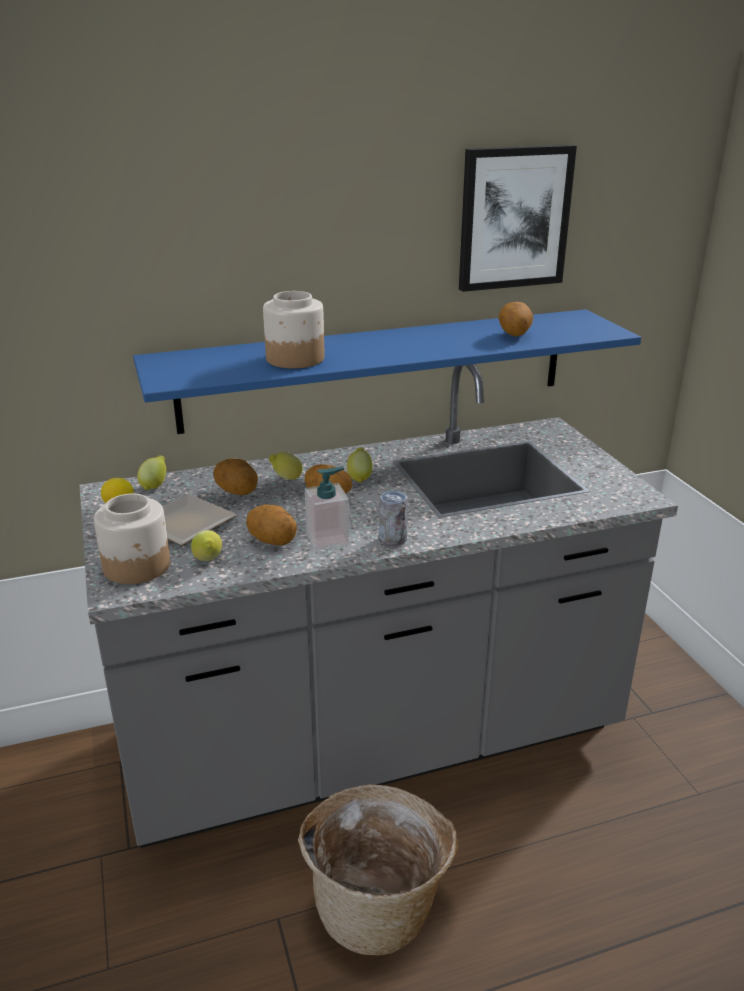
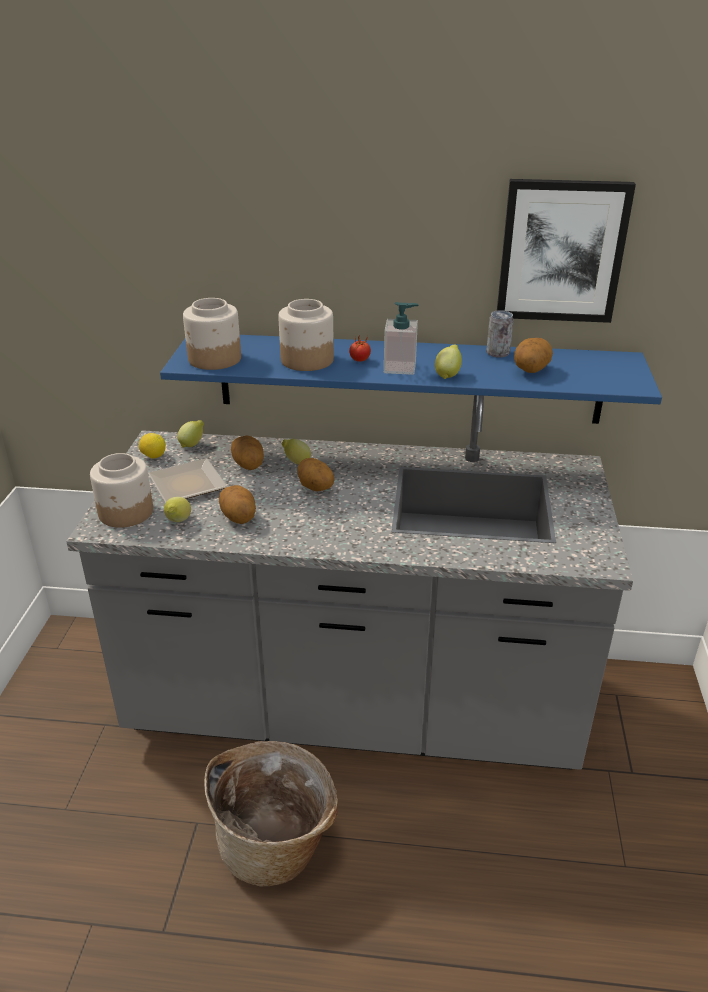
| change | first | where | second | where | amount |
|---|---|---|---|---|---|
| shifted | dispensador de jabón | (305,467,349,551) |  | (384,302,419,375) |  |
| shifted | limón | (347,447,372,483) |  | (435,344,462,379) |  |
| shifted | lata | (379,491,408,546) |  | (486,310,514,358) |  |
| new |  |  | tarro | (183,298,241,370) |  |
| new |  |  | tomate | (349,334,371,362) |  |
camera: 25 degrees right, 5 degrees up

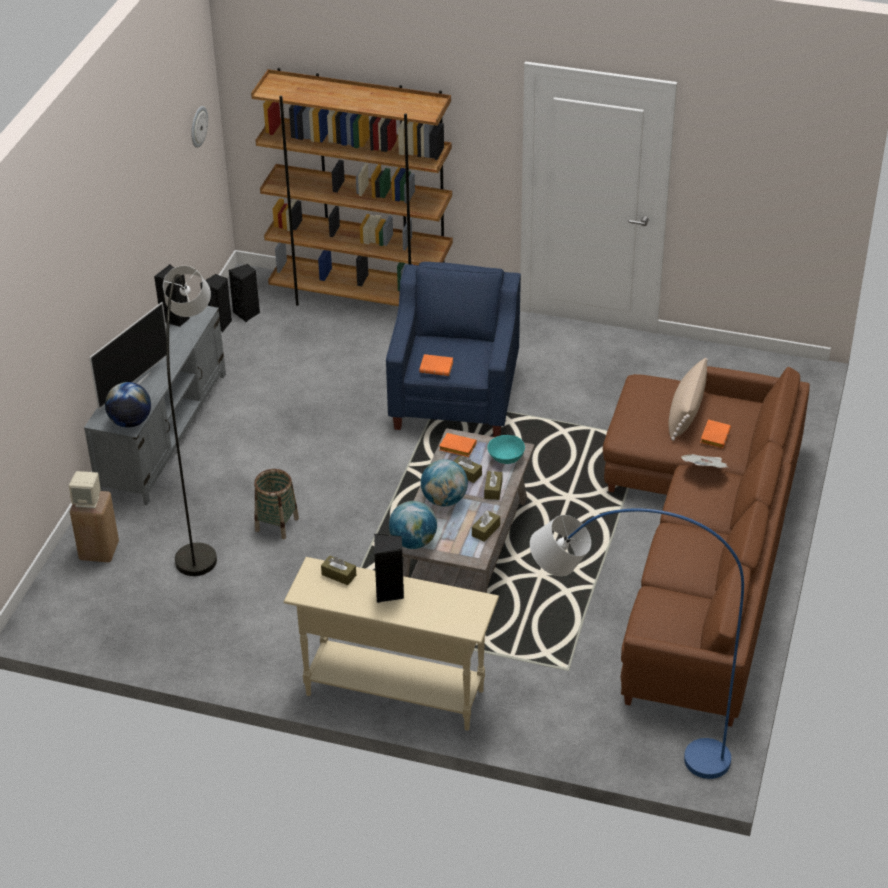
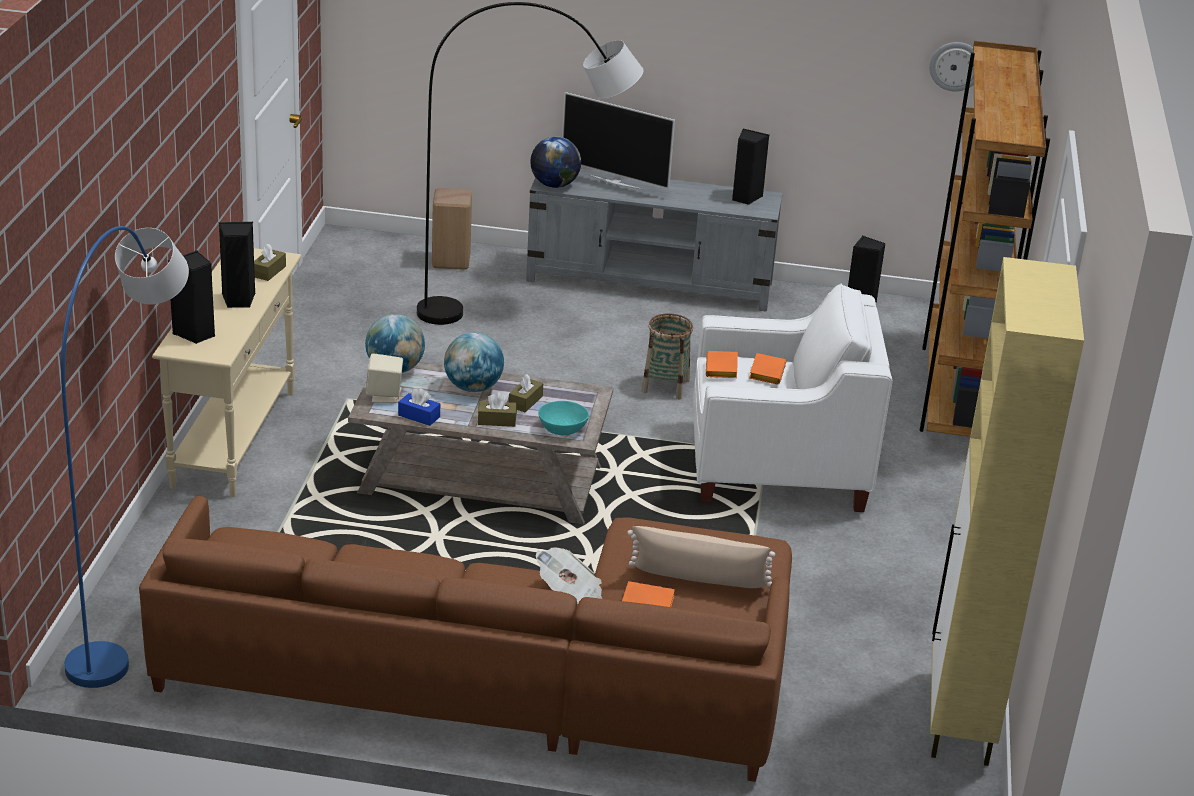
| change | first | where | second | where | amount |
|---|---|---|---|---|---|
| shifted | altavoz [beis] | (69,471,101,508) |  | (366,353,403,403) |  |
| shifted | altavoz [negro] | (229,264,260,322) |  | (168,250,215,344) |  |
| shifted | cesta | (254,469,299,539) |  | (642,313,693,399) |  |
| repainted | sillón [azul] | (386,262,521,437) | sillón [blanco] | (693,283,893,512) |  |
| shifted | libro [naranja] | (439,433,477,457) |  | (749,353,786,385) |  |
| repainted | caja de pañuelos [marrón] | (472,511,500,542) | caja de pañuelos [azul] | (398,388,440,426) |  |
| new |  |  | armario [beis] | (930,257,1084,766) |  |
camera: 80 degrees right, 10 degrees down

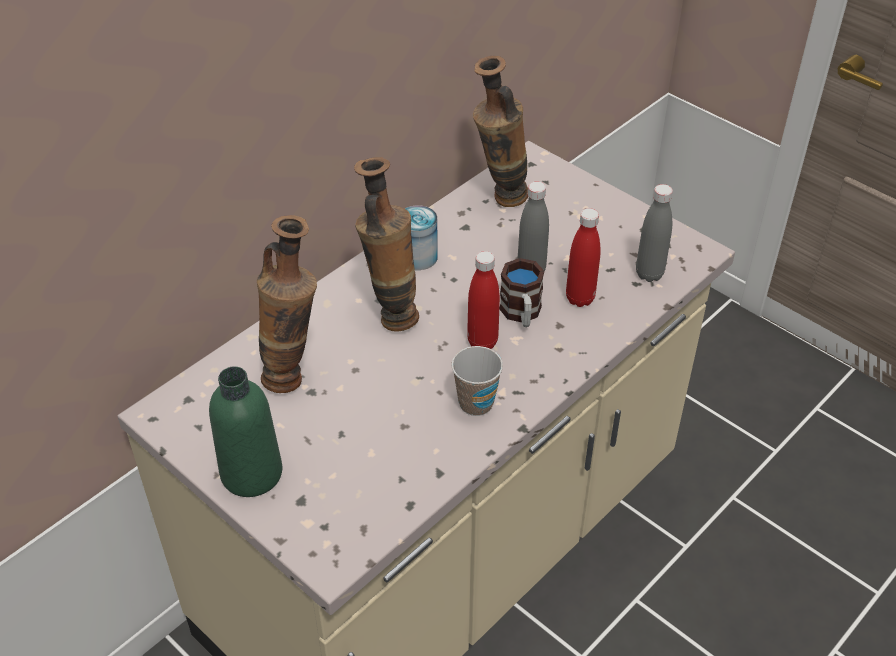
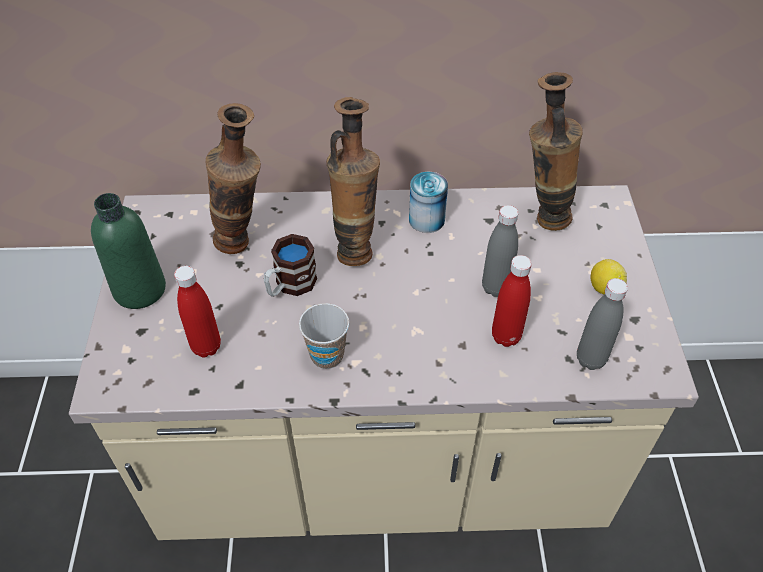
| change | first | where | second | where | amount |
|---|---|---|---|---|---|
| shifted | botella [rojo] | (467,251,500,349) |  | (174,266,221,357) |  |
| shifted | taza grande | (499,258,544,327) |  | (264,234,317,297) |  |
| new |  |  | limón | (590,259,627,295) |  |
camera: 45 degrees right, 5 degrees up

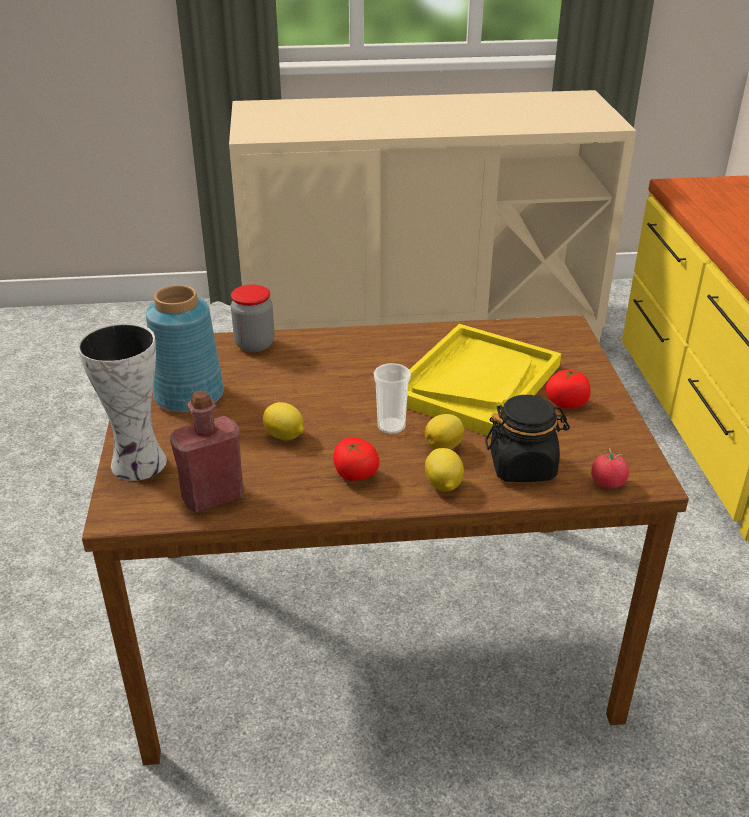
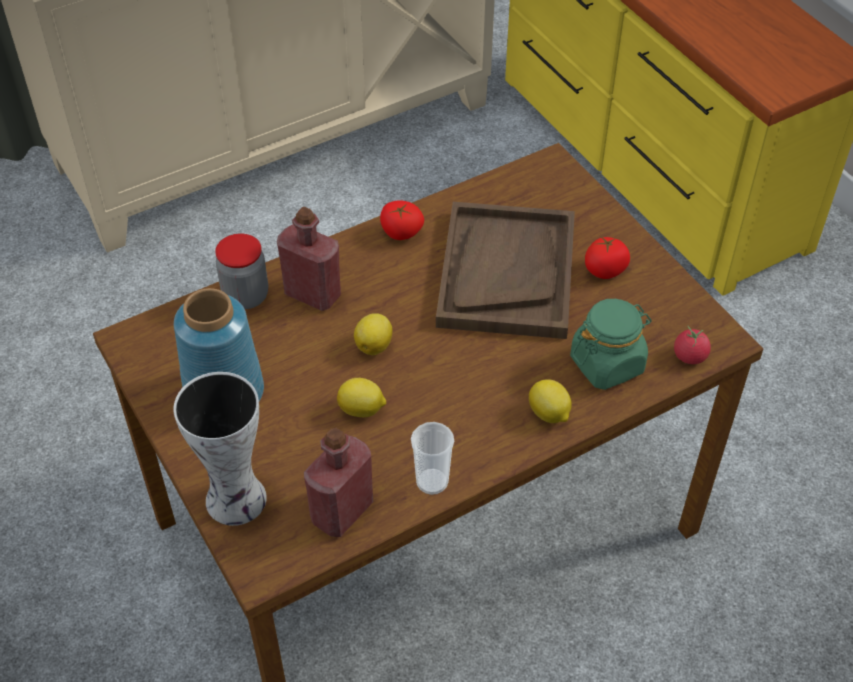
| change | first | where | second | where | amount |
|---|---|---|---|---|---|
| shifted | tomate | (333,437,379,481) |  | (380,200,424,240) |  |
| shifted | taza | (374,363,411,434) |  | (411,422,454,495) |  |
| repainted | bandeja [amarillo] | (407,324,561,437) | bandeja [marrón] | (436,202,575,339) |  |
| shifted | limón | (425,414,464,450) |  | (354,313,393,355) |  |
| repainted | tarro [negro] | (485,395,570,482) | tarro [verde] | (570,299,652,390) |  |
| new |  |  | botella [rojo] | (277,207,341,311) |  |
camera: 25 degrees left, 15 degrees up

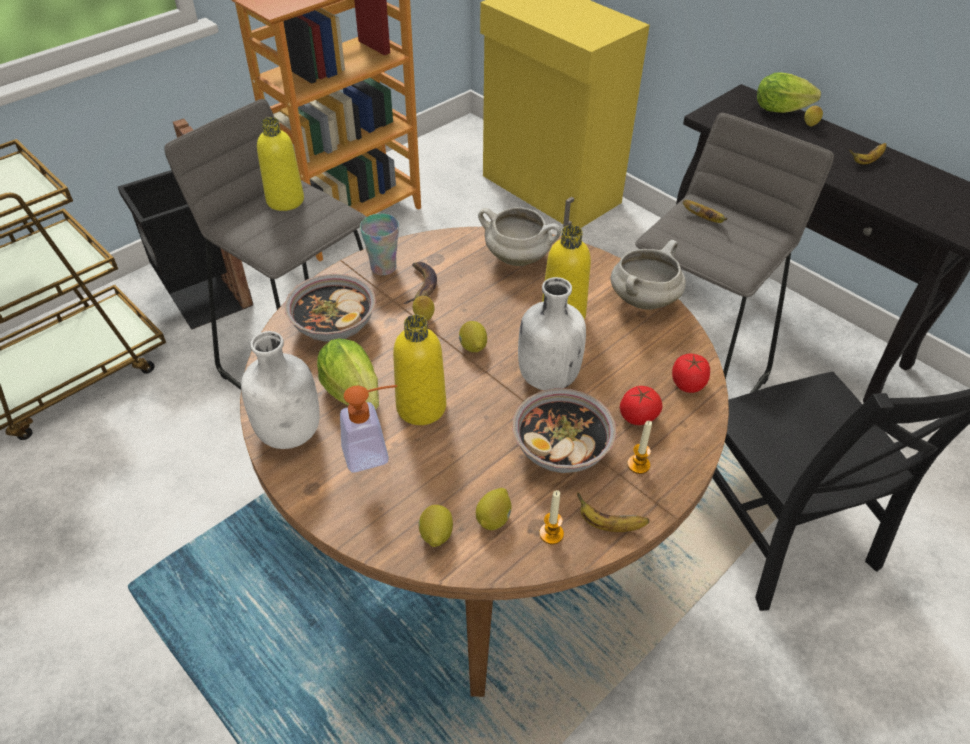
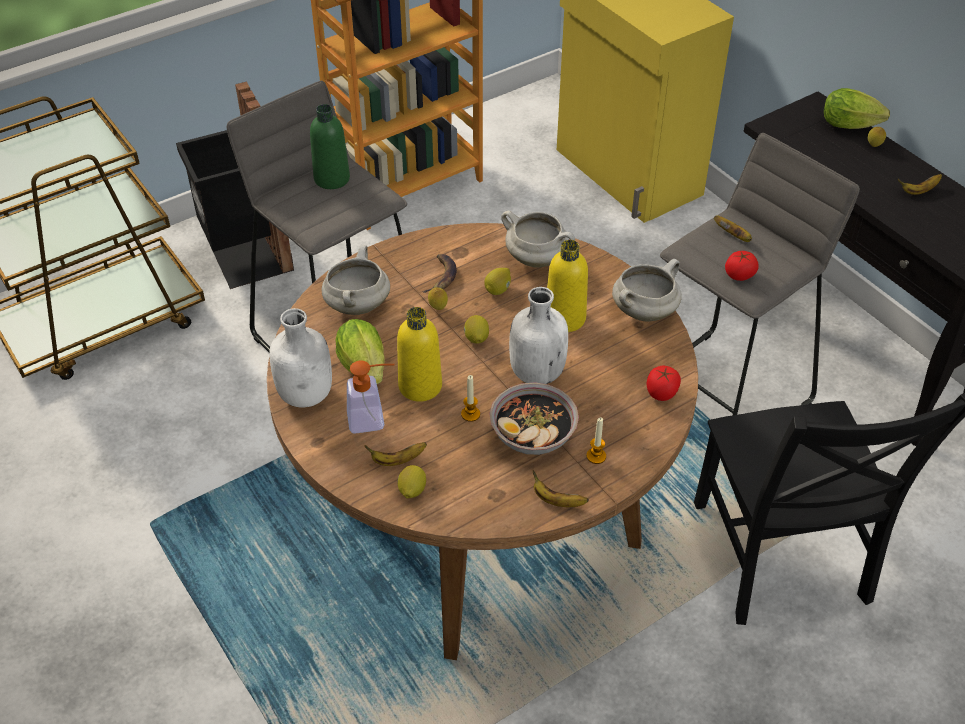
| change | first | where | second | where | amount |
|---|---|---|---|---|---|
| repainted | botella [amarillo] | (257,117,304,211) | botella [verde] | (310,104,350,189) |  |
| swapped | cuenco | (285,274,376,341) | olla [blanco] | (322,245,390,315) |  |
| gone | taza | (360,214,399,275) |  |  |  |
| shifted | limón | (476,488,512,530) |  | (484,268,511,295) |  |
| shifted | vela | (539,490,564,544) |  | (461,375,480,422) |  |
| shifted | tomate | (620,386,662,425) |  | (725,250,759,281) |  |
| new |  |  | plátano | (364,442,427,466) |  |
camera: 10 degrees right, 0 degrees up

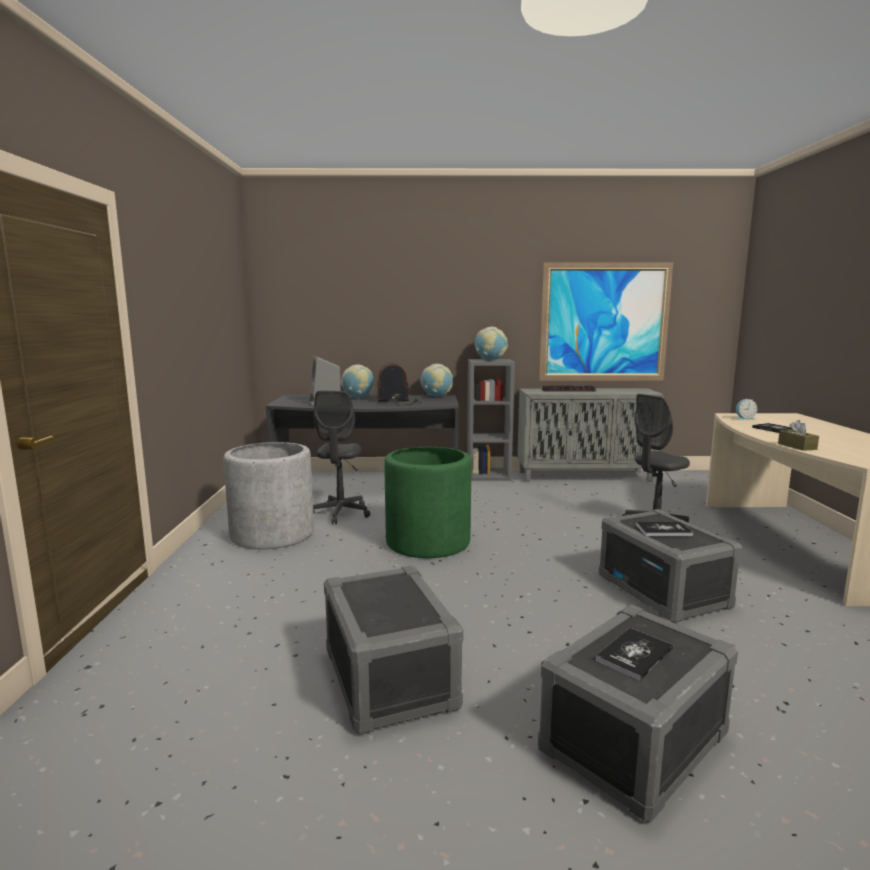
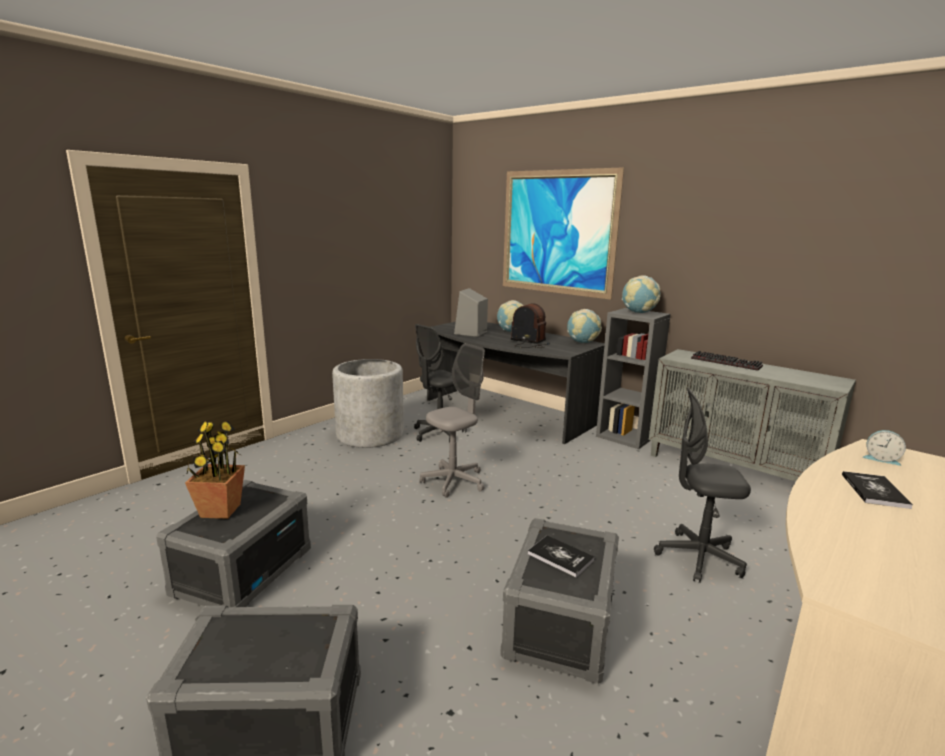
| change | first | where | second | where | amount |
|---|---|---|---|---|---|
| swapped | maceta [verde] | (384,447,472,558) | silla de oficina [gris] | (419,343,485,498) |  |
| shifted | cuadro | (539,262,673,381) |  | (503,167,624,300) |  |
| gone | libro | (595,628,673,681) |  |  |  |
| gone | caja de pañuelos [marrón] | (778,420,819,451) |  |  |  |
| new |  |  | planta en maceta | (185,421,245,519) |  |
camera: 40 degrees right, 5 degrees up

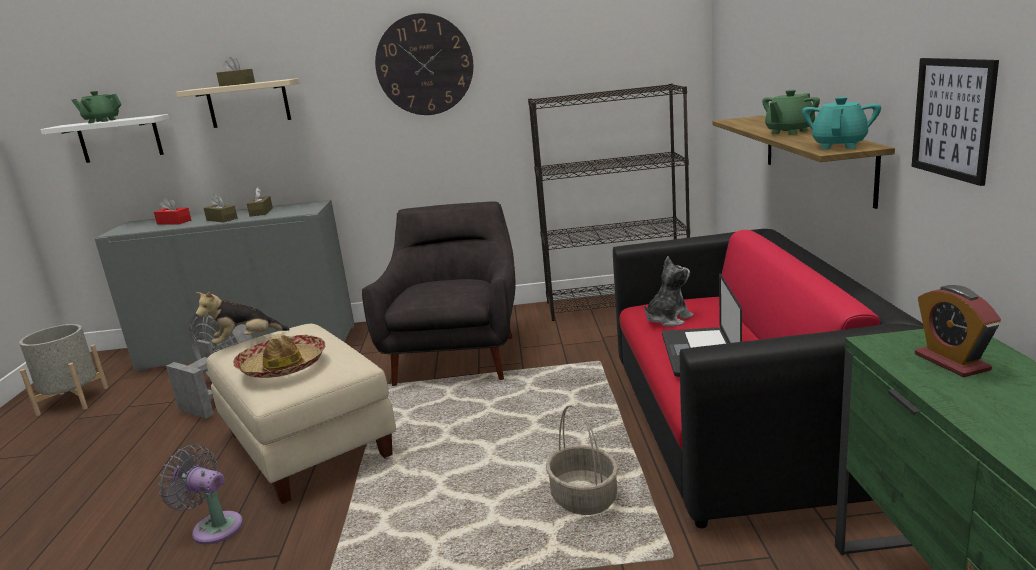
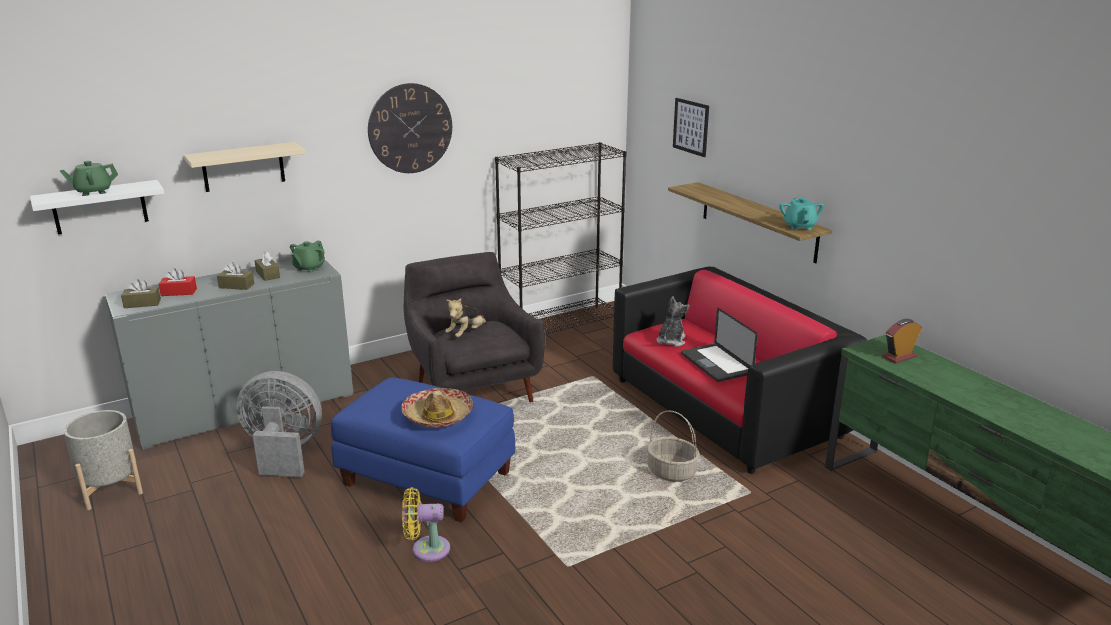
| change | first | where | second | where | amount |
|---|---|---|---|---|---|
| repainted | ventilador [gris] | (158,445,243,545) | ventilador [amarillo] | (402,487,450,562) |  |
| shifted | peluche | (196,292,290,344) |  | (445,298,486,337) |  |
| repainted | puf [beis] | (206,324,396,504) | puf [azul] | (331,377,515,523) |  |
| shifted | caja de pañuelos [marrón] | (216,57,255,86) |  | (121,279,161,308) |  |
| shifted | tetera [verde] | (762,90,820,135) |  | (290,240,325,273) |  |
| shifted | cuadro | (911,58,999,186) |  | (673,98,709,157) |  |
| rotated | despertador | (915,285,1001,377) |  | (882,319,922,363) | 105 degrees clockwise |
camera: 30 degrees left, 5 degrees up

